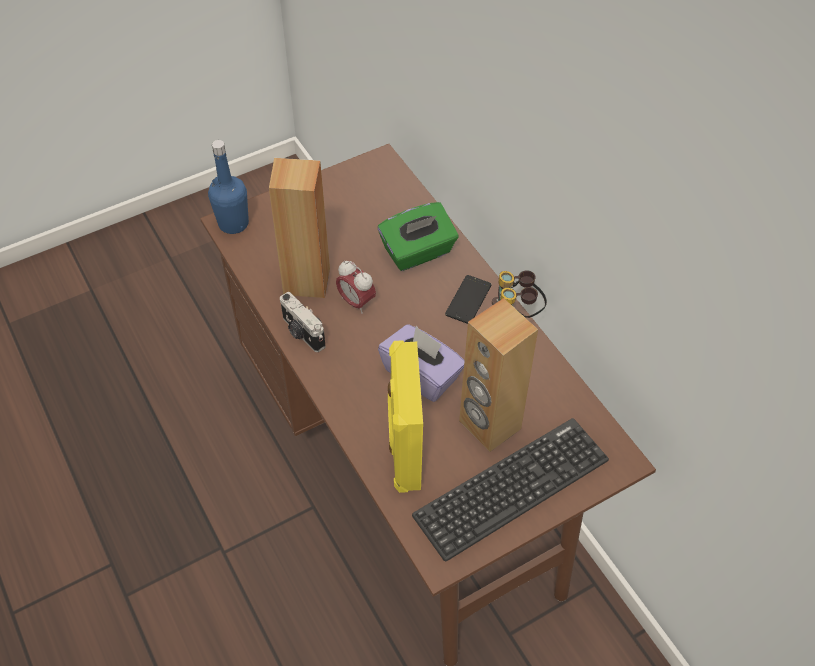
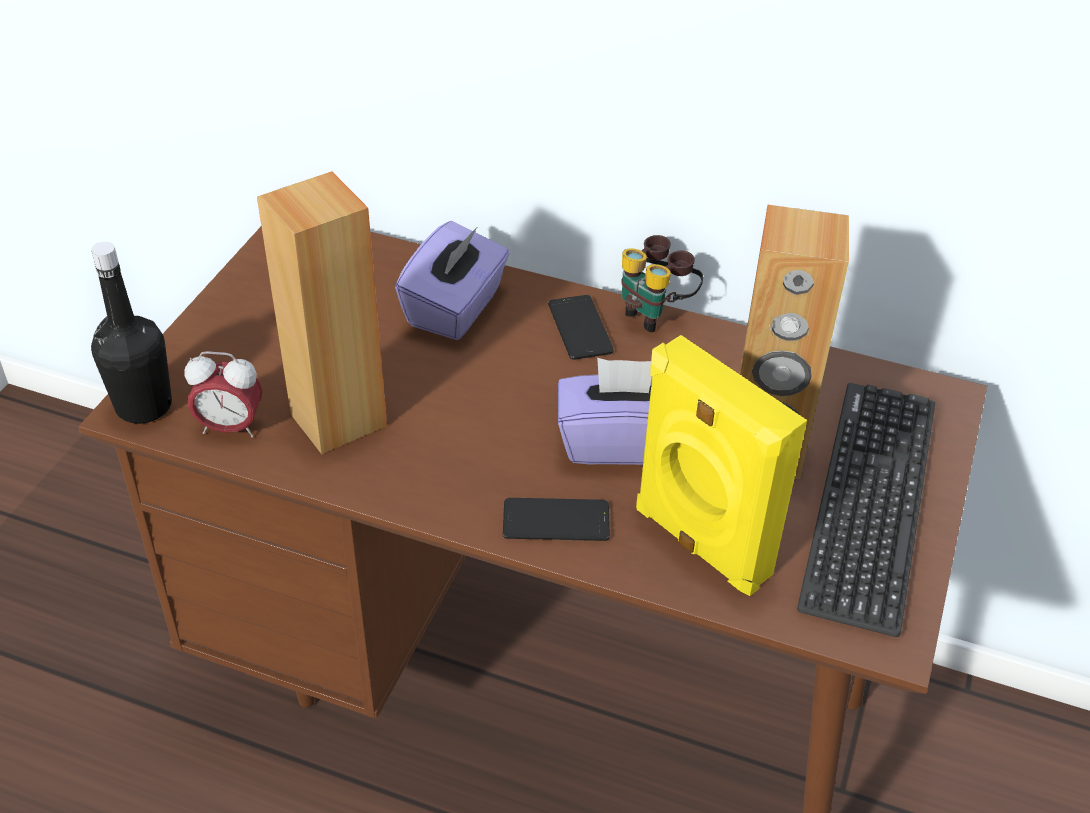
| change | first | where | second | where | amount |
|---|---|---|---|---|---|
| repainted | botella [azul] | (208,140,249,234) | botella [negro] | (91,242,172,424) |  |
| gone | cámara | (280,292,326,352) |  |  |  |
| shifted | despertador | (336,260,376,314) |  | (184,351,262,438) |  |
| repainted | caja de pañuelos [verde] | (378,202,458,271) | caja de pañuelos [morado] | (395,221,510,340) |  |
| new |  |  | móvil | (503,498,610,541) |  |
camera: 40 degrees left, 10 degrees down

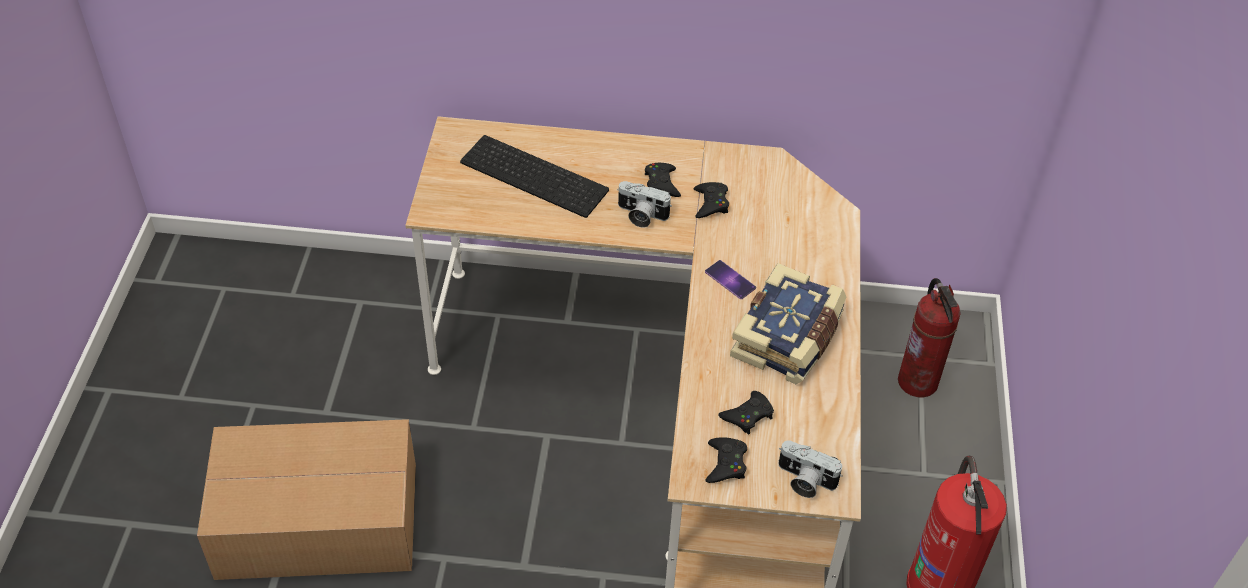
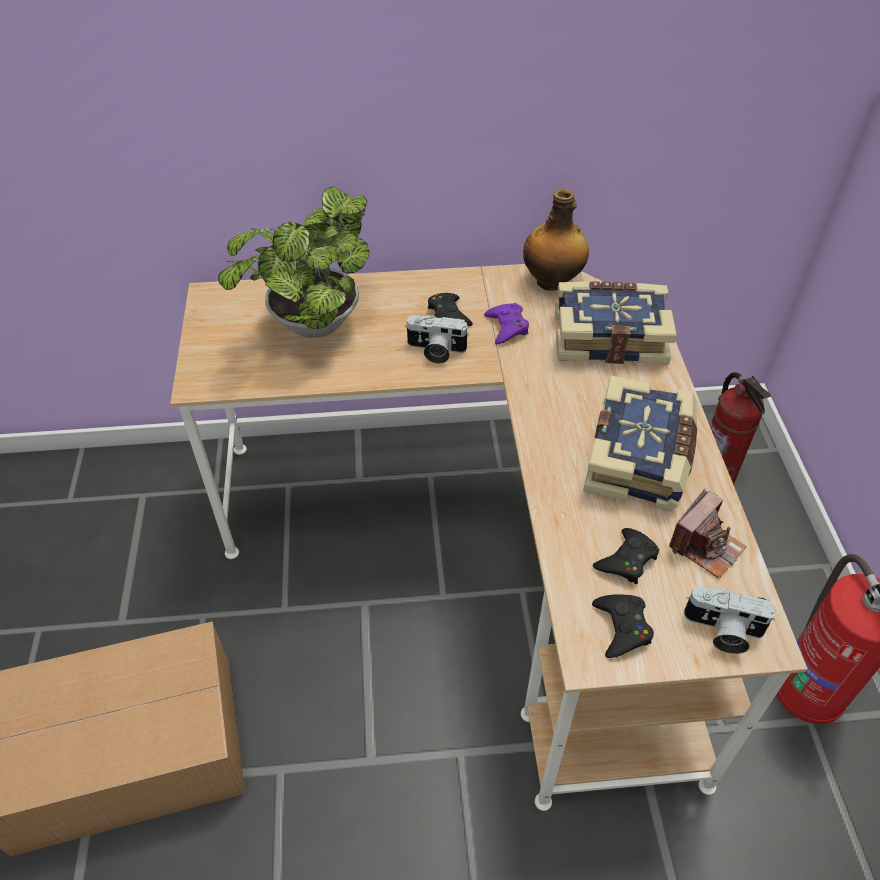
| change | first | where | second | where | amount |
|---|---|---|---|---|---|
| swapped | teclado | (460,135,609,218) | planta en maceta | (218,187,370,338) |  |
| repainted | mando de consola [negro] | (694,182,729,218) | mando de consola [morado] | (484,303,529,344) |  |
| gone | móvil | (705,260,756,299) |  |  |  |
| new |  |  | botella | (523,189,589,291) |  |
| new |  |  | libro | (555,282,677,364) |  |
| new |  |  | cámara | (669,489,747,579) |  |
camera: 10 degrees left, 0 degrees up

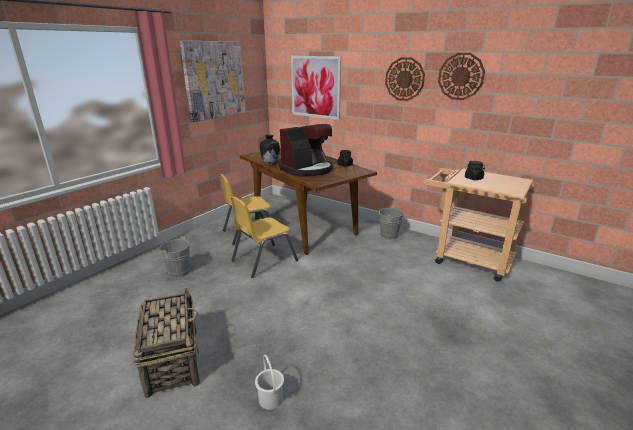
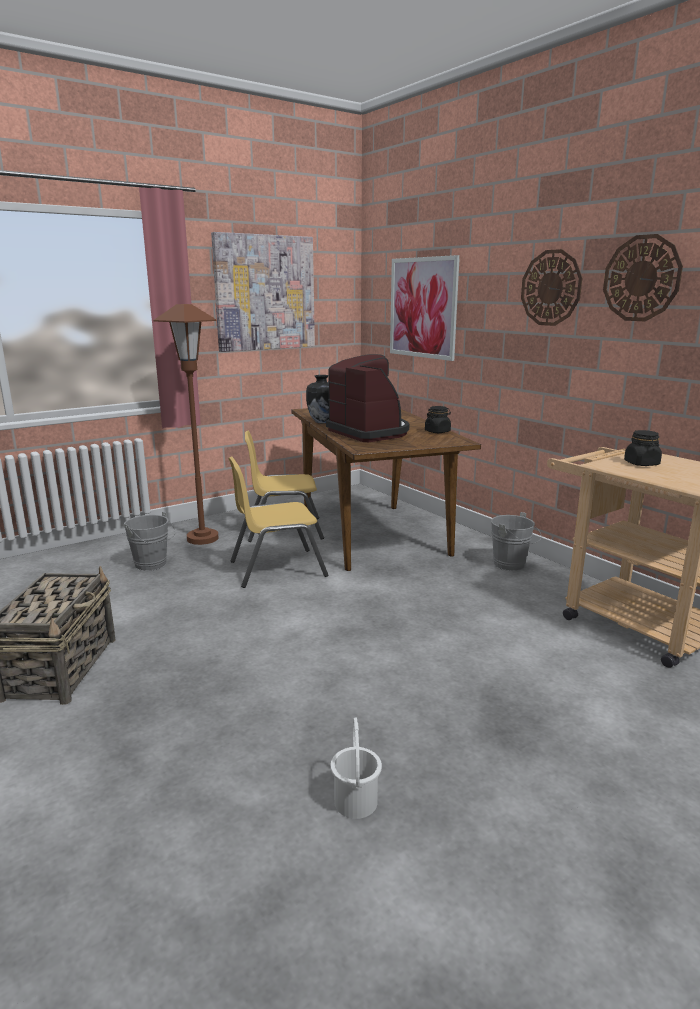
| change | first | where | second | where | amount |
|---|---|---|---|---|---|
| shifted | cubo [blanco] | (255,355,284,410) |  | (330,717,382,819) |  |
| rotated | cafetera | (279,124,333,177) |  | (326,354,409,442) | 105 degrees counterclockwise |
| new |  |  | lámpara de pie [marrón] | (153,304,219,545) |  |
camera: 20 degrees right, 5 degrees down

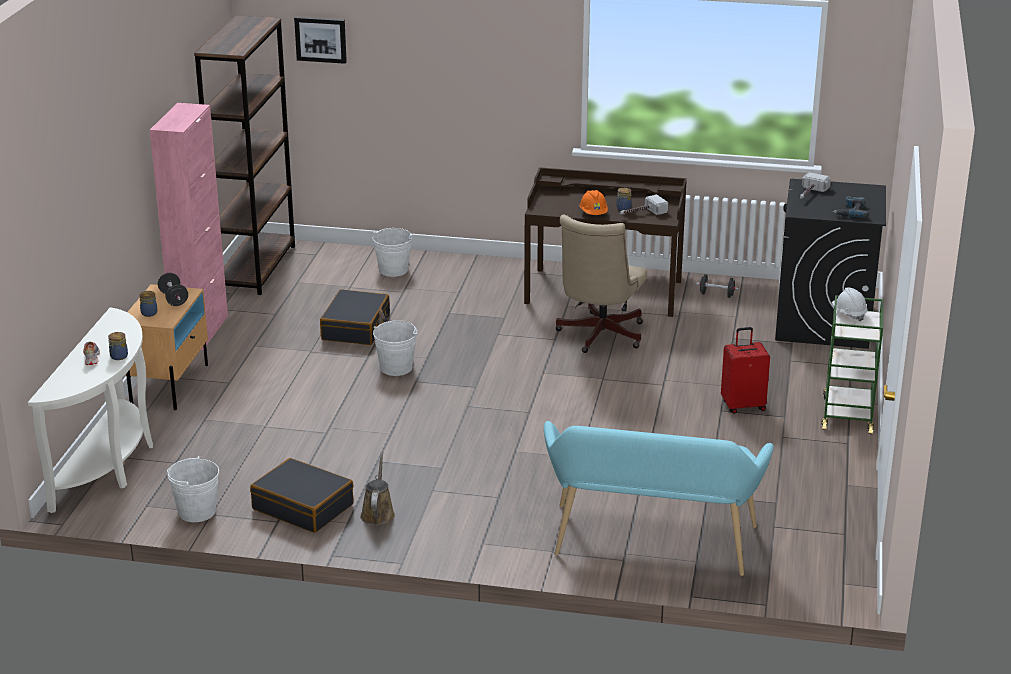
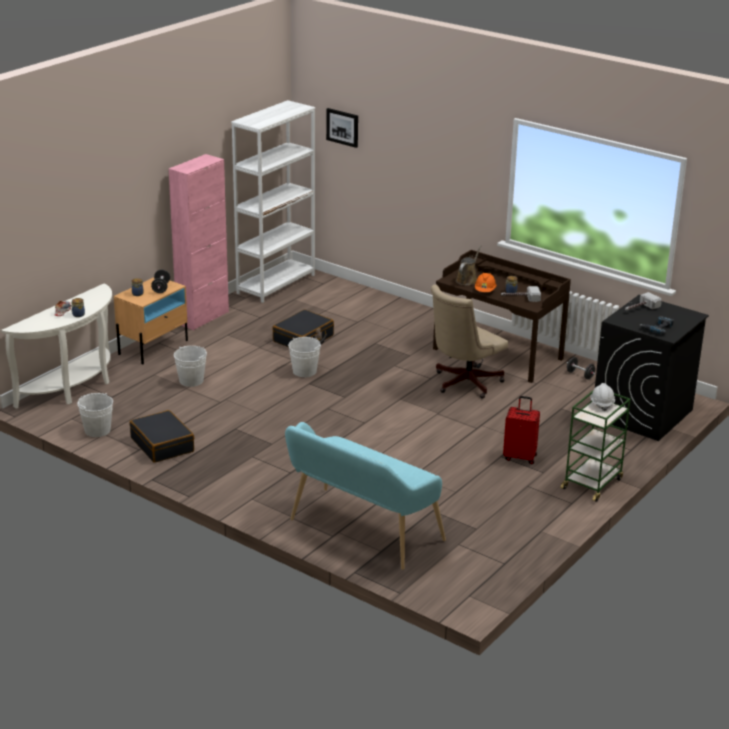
| change | first | where | second | where | amount |
|---|---|---|---|---|---|
| repainted | estantería [marrón] | (194,15,295,295) | estantería [blanco] | (231,100,315,303) |  |
| shifted | regadera [marrón] | (360,452,395,525) |  | (456,245,482,286) |  |
| shifted | cubo [blanco] | (373,228,412,277) |  | (174,346,207,387) |  |
camera: 25 degrees right, 0 degrees up

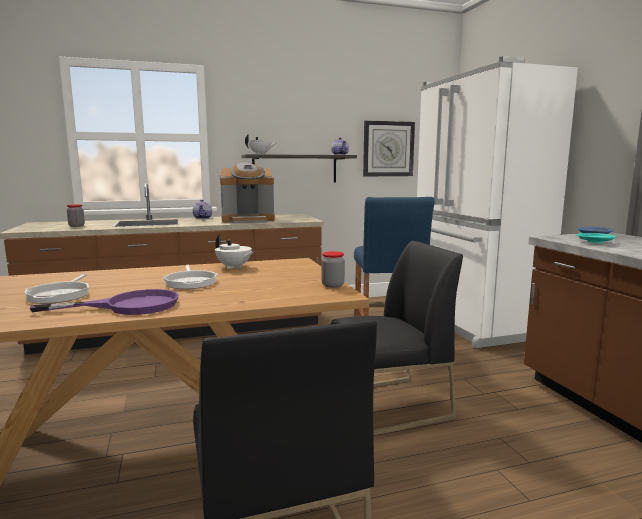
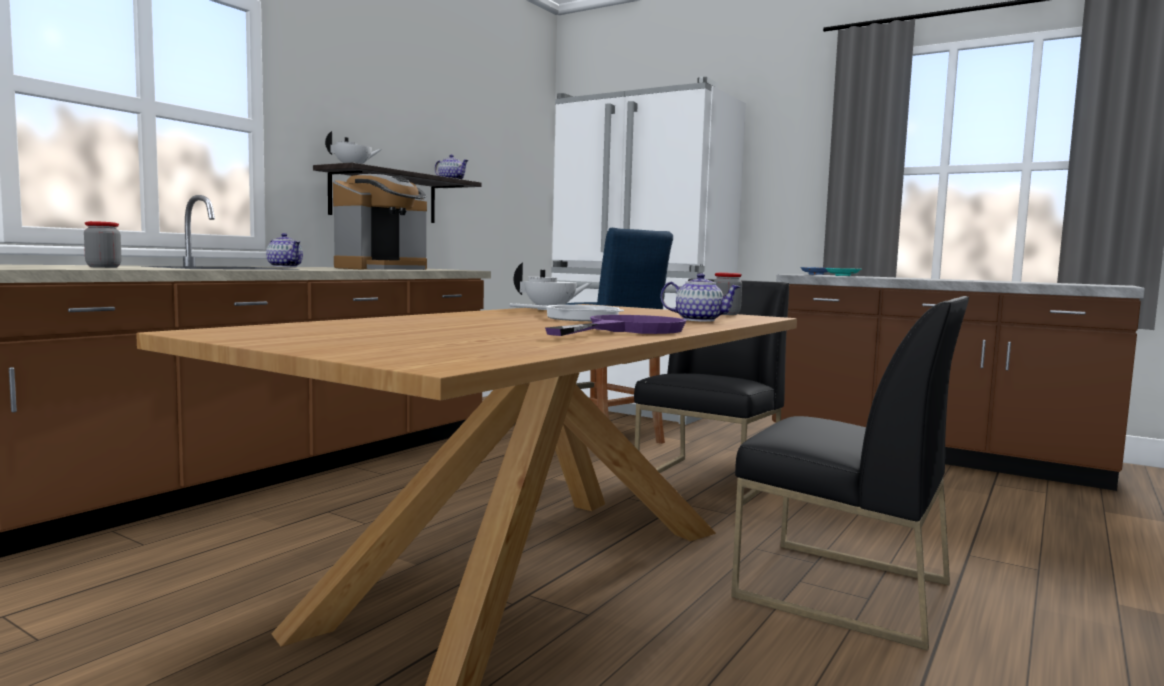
| change | first | where | second | where | amount |
|---|---|---|---|---|---|
| gone | sartén | (25,274,89,304) |  |  |  |
| gone | reloj de pared | (363,120,415,176) |  |  |  |
| new |  |  | tetera | (660,273,741,322) |  |
camera: 40 degrees left, 5 degrees down

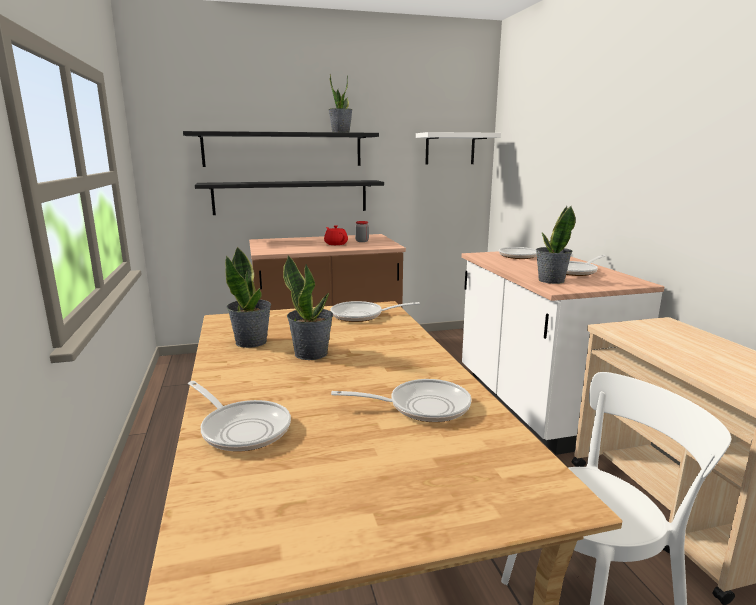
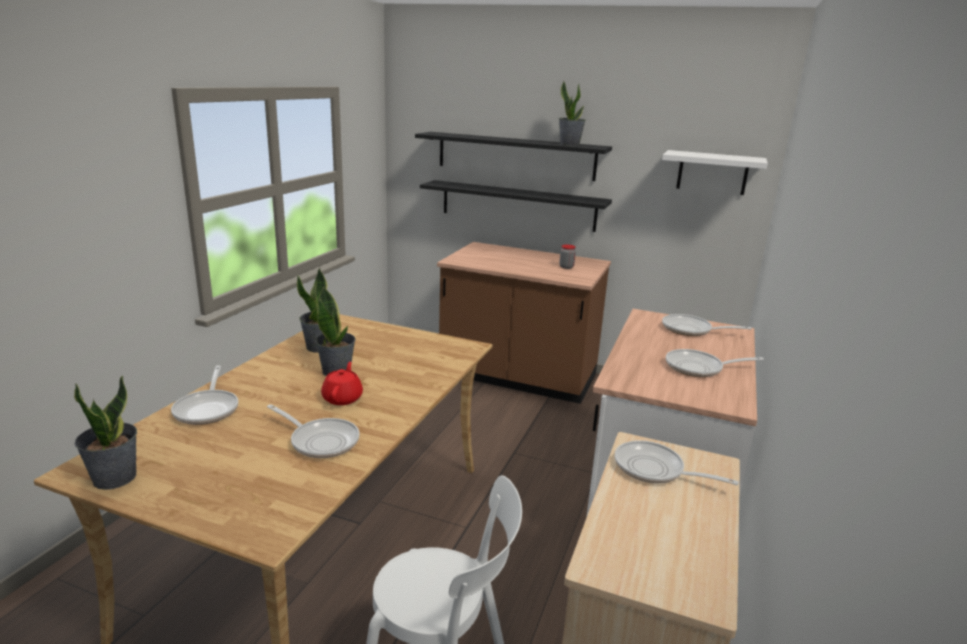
| change | first | where | second | where | amount |
|---|---|---|---|---|---|
| shifted | tetera [rojo] | (324,225,348,245) |  | (321,362,363,405) |  |
| shifted | sartén | (330,301,420,322) |  | (615,440,739,485) |  |
| shifted | planta en maceta | (536,206,576,284) |  | (74,375,137,490) |  |
camera: 35 degrees right, 5 degrees up

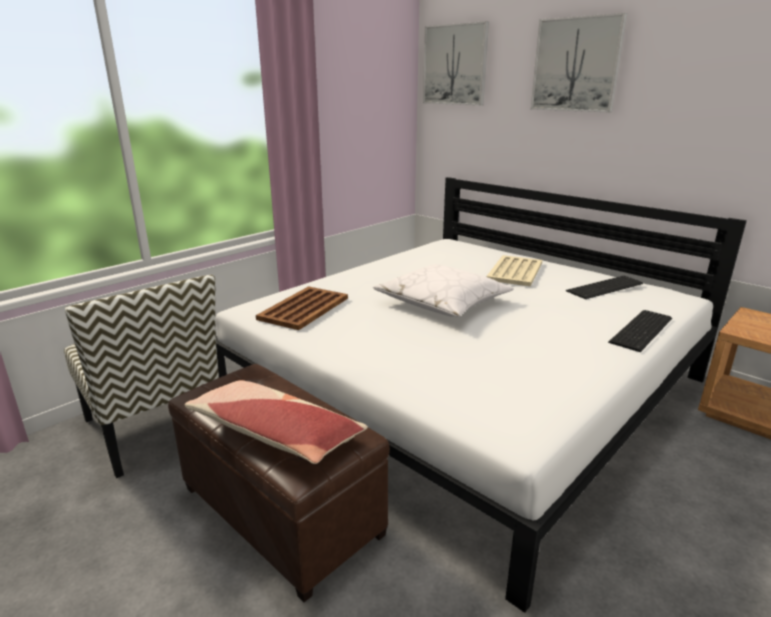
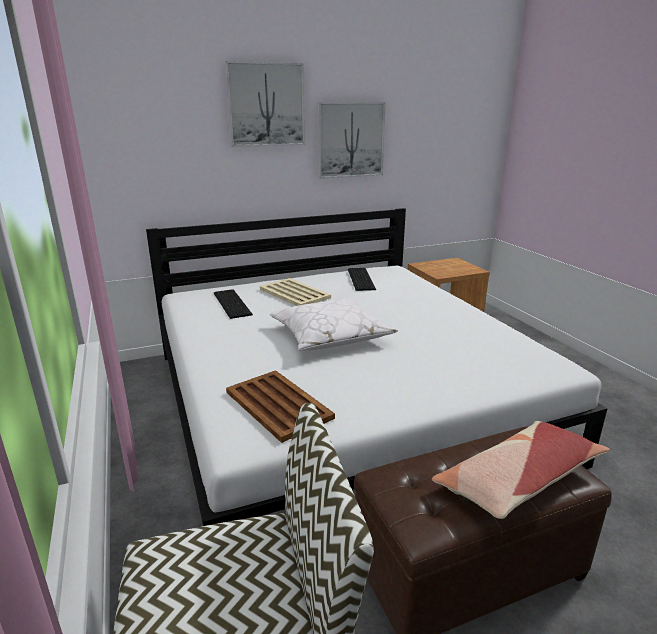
| change | first | where | second | where | amount |
|---|---|---|---|---|---|
| shifted | cuadro | (423,21,489,105) |  | (318,102,386,179) |  |
| shifted | teclado | (608,310,672,352) |  | (214,289,253,319) |  |
camera: 65 degrees left, 0 degrees up

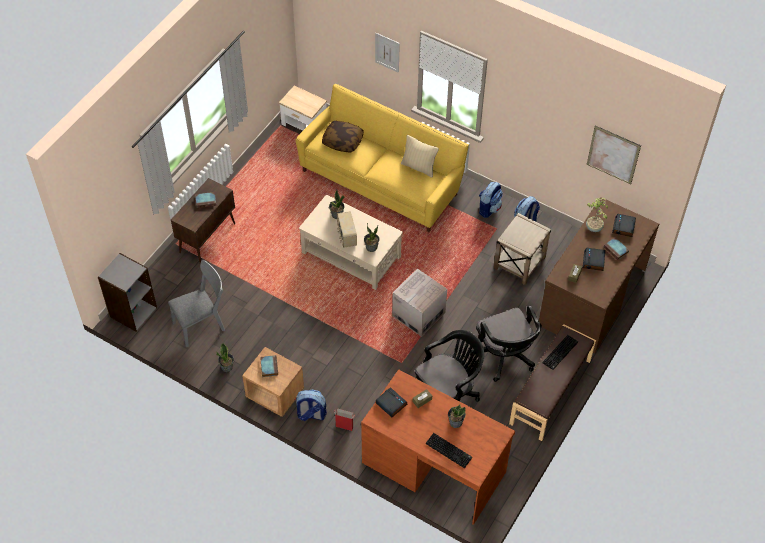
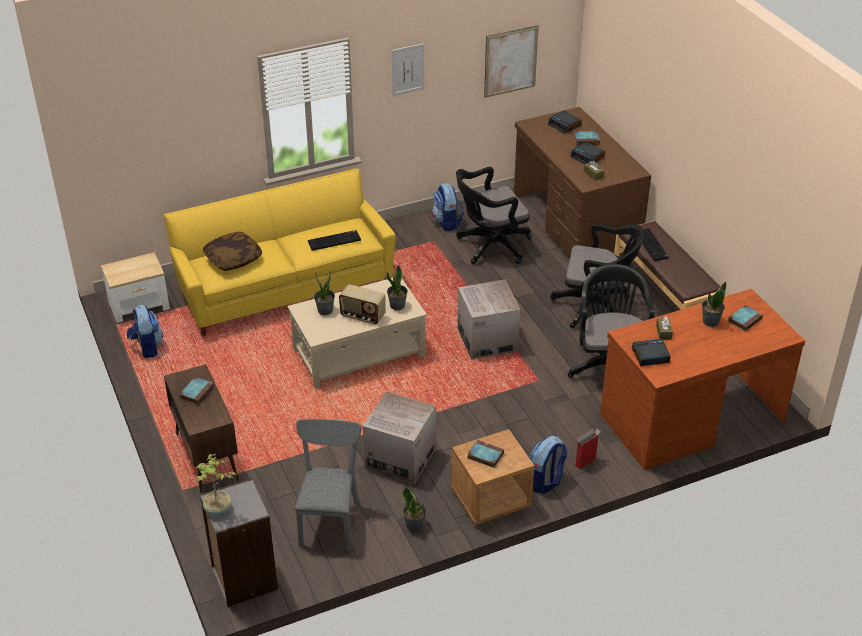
| change | first | where | second | where | amount |
|---|---|---|---|---|---|
| shifted | cuadro | (375,33,400,73) |  | (391,43,424,96) |  |
| gone | cojín [beis] | (401,135,439,178) |  |  |  |
| shifted | teclado | (426,433,472,468) |  | (308,230,361,251) |  |
| shifted | mochila | (479,182,503,218) |  | (127,305,163,358) |  |
| swapped | mesa auxiliar [beis] | (494,213,551,285) | silla de oficina [negro] | (456,167,532,264) |  |
| shifted | planta en maceta | (586,198,608,232) |  | (196,454,237,516) |  |
| new |  |  | caja de cartón | (363,391,436,485) |  |
| new |  |  | libro | (728,305,763,331) |  |
camera: 55 degrees left, 15 degrees down

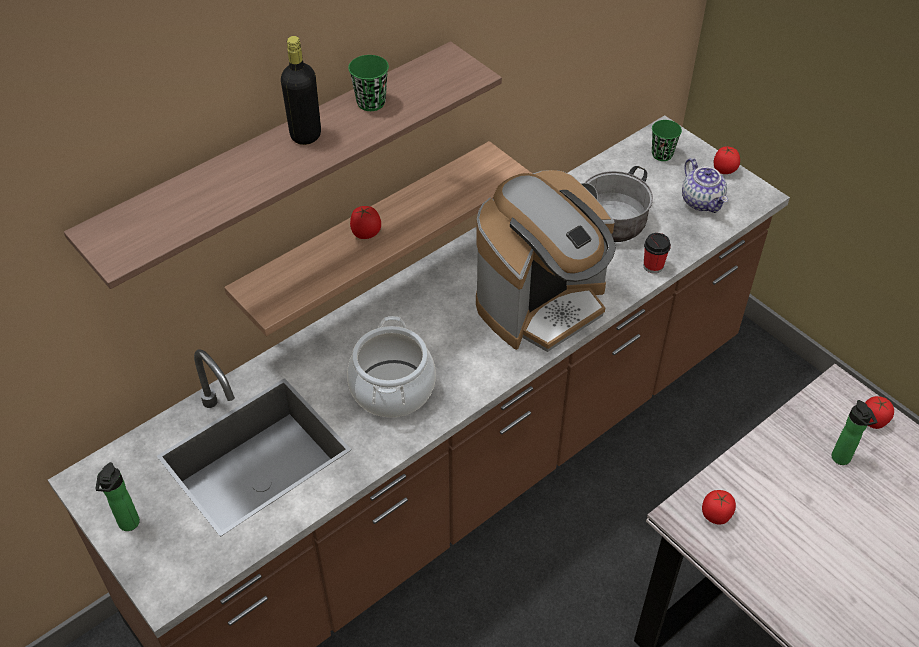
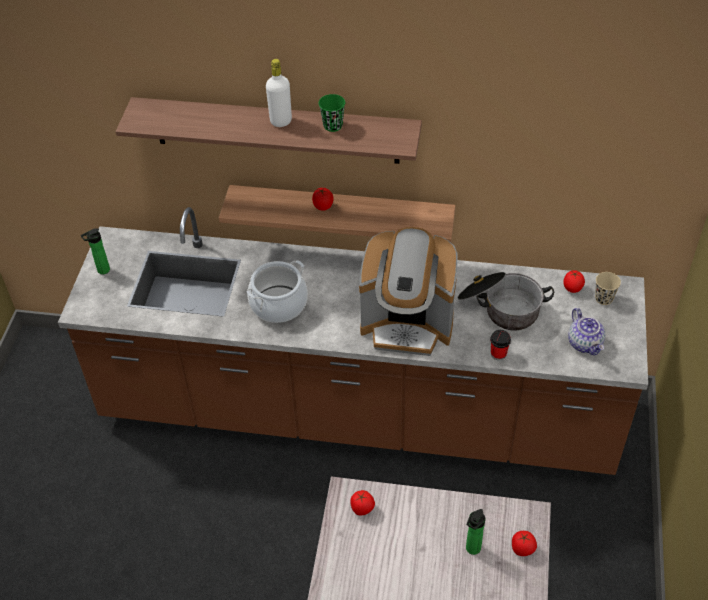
| change | first | where | second | where | amount |
|---|---|---|---|---|---|
| repainted | botella [negro] | (281,36,321,145) | botella [blanco] | (266,59,292,127) |  |
| repainted | taza [verde] | (652,120,682,161) | taza [beis] | (595,272,621,305) |  |
| rotated | tetera | (682,158,728,213) |  | (568,308,605,356) | 45 degrees counterclockwise |
| shifted | tomate | (714,146,740,174) |  | (563,270,585,293) |  |
camera: 50 degrees right, 0 degrees up

